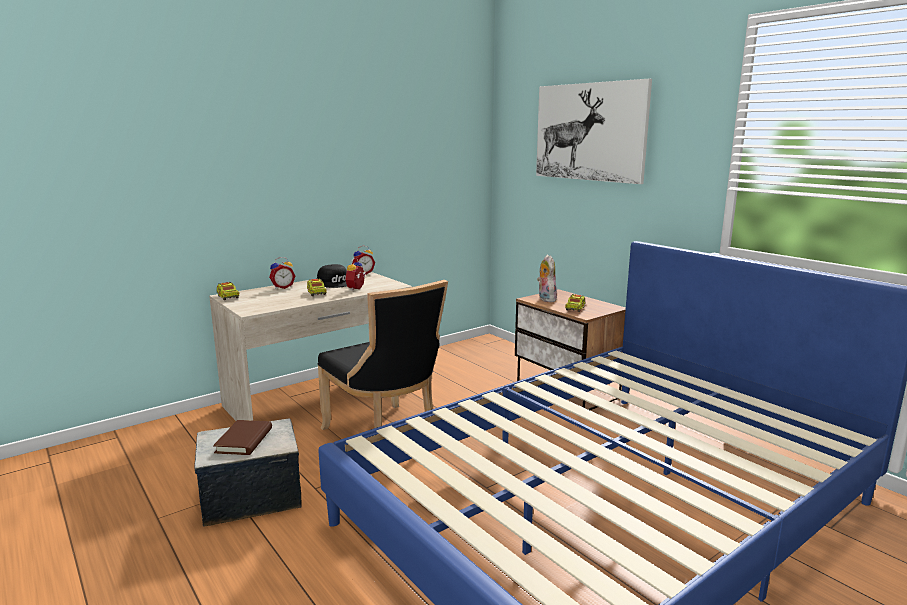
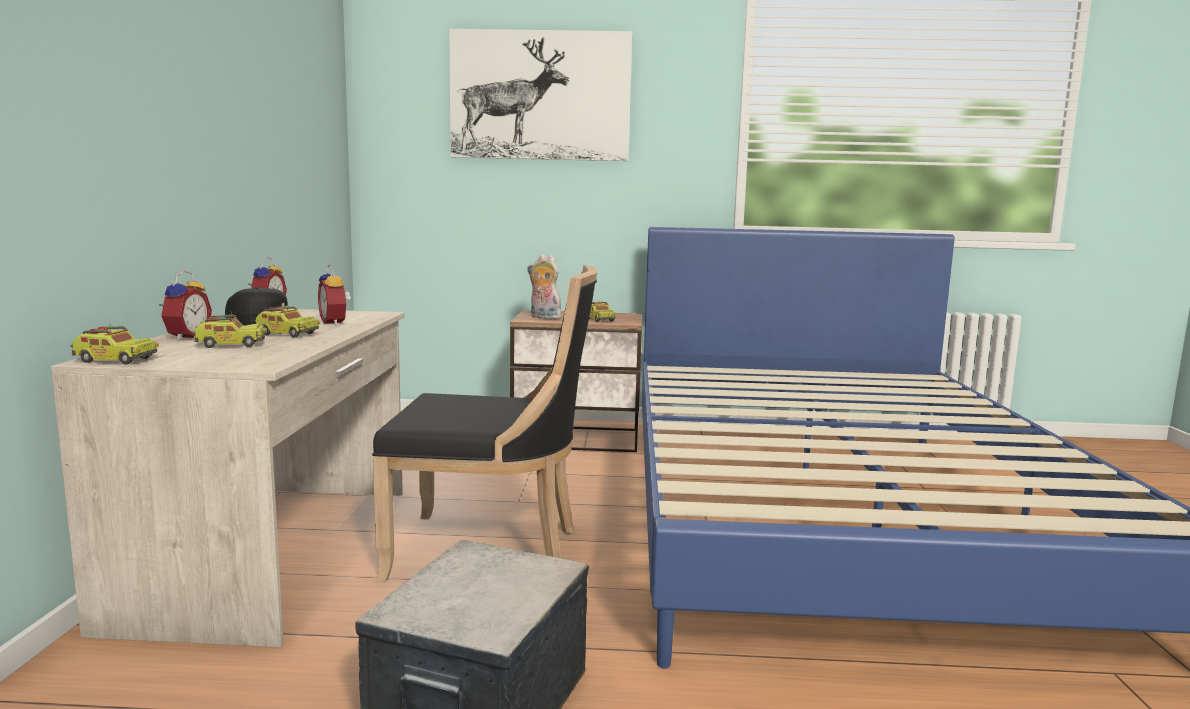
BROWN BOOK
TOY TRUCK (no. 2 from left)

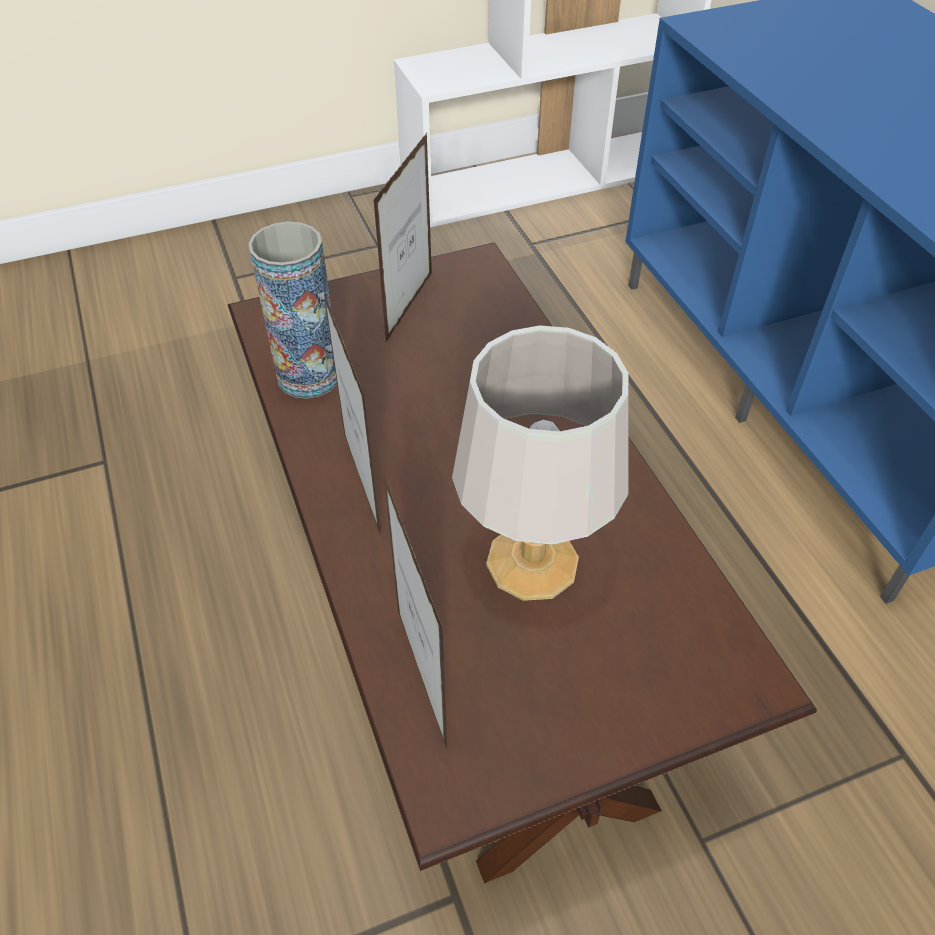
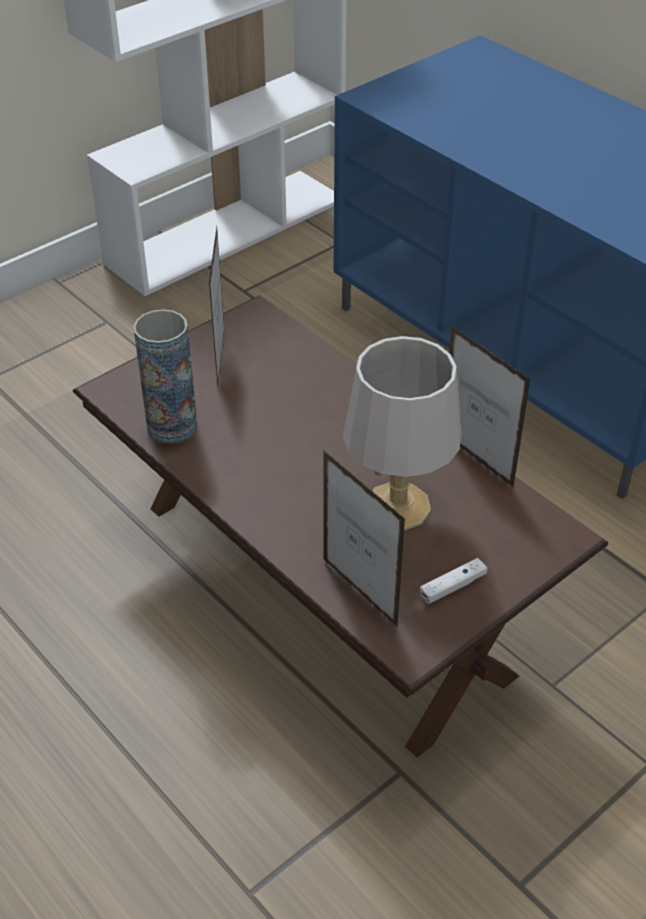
PICTURE FRAME (no. 3 from left)
WHITE GAME CONTROLLER

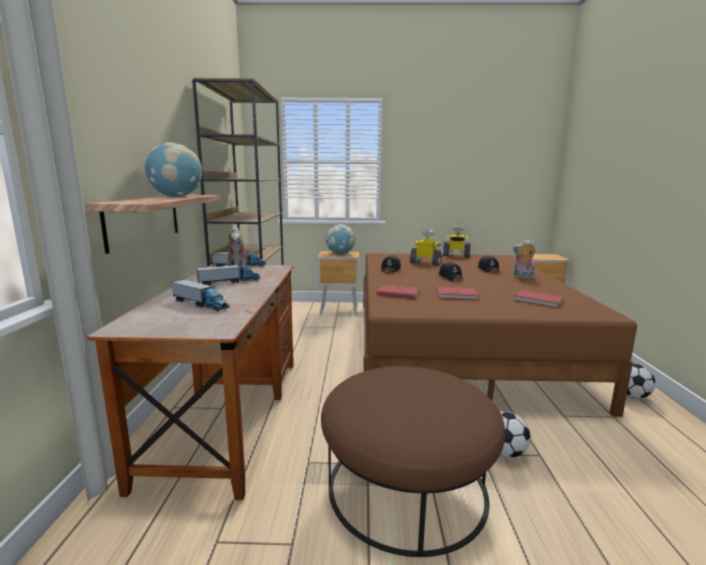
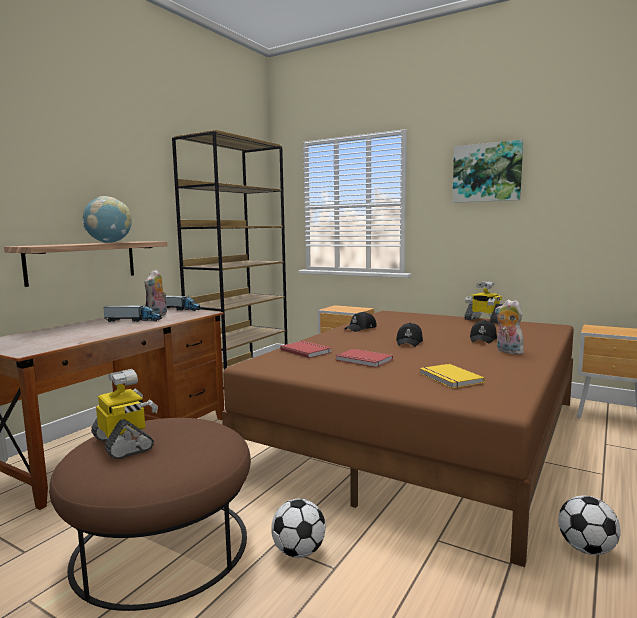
GLOBE (no. 2 from left in the first image)
TOY ROBOT (no. 1 from left)
TOY TRUCK (no. 1 from left in the first image)
YELLOW BOOK
PICTURE

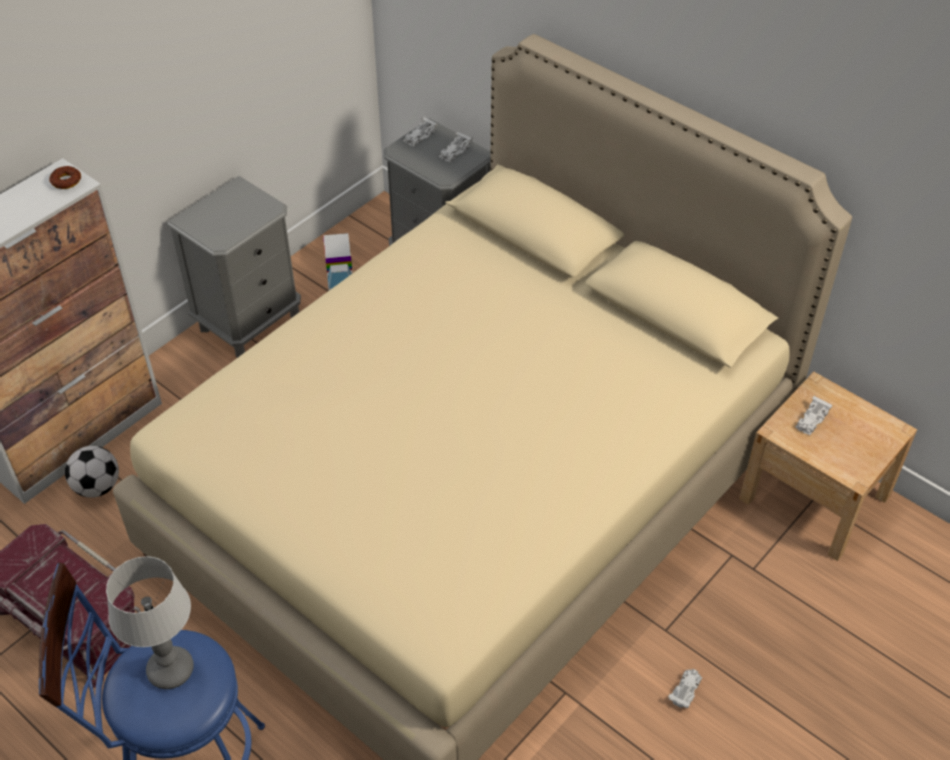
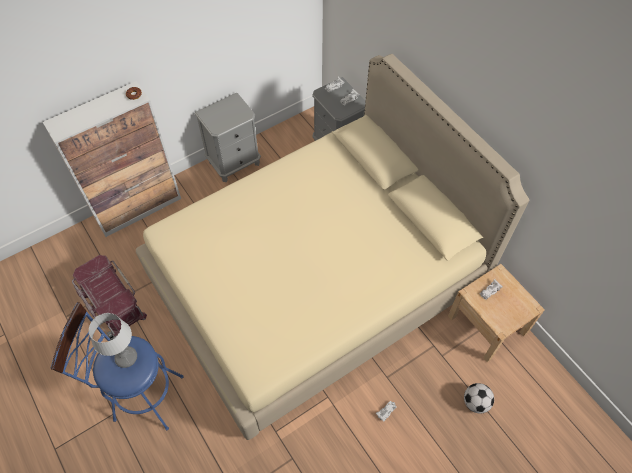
TOY TRUCK
FOOTBALL

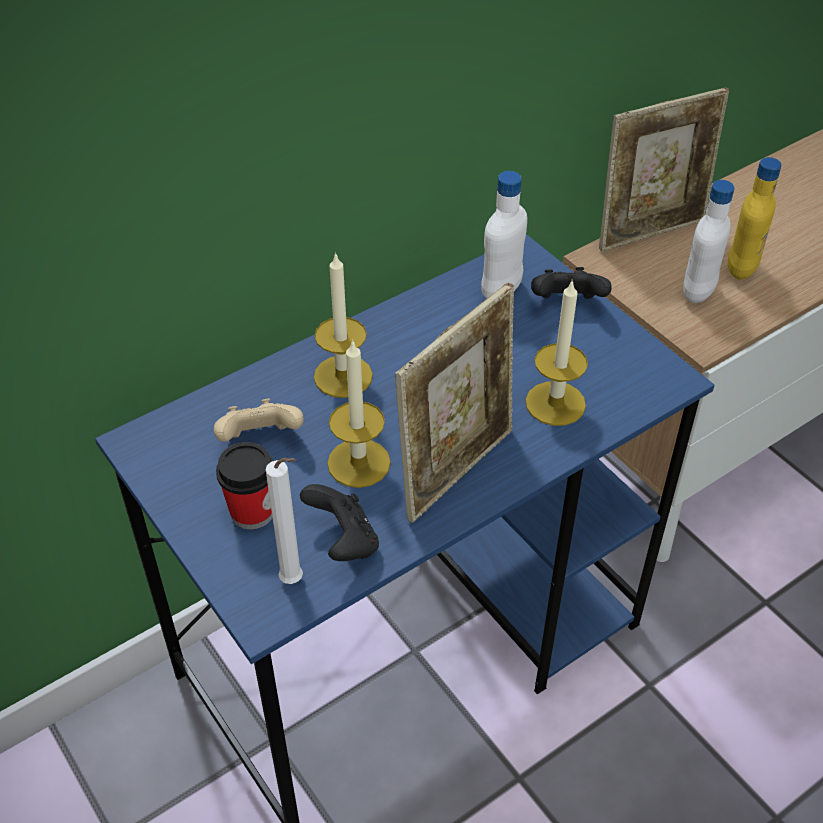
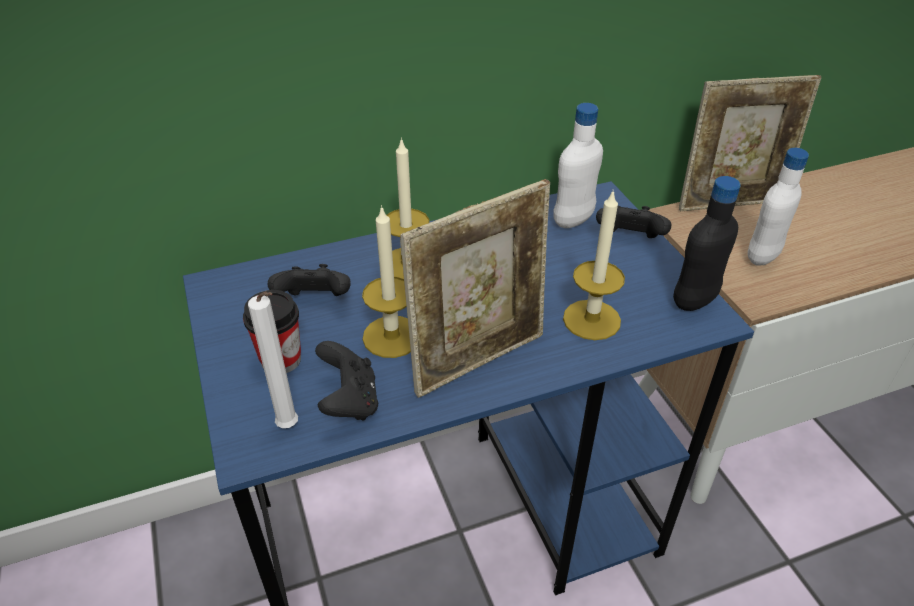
YELLOW BOTTLE
BLACK GAME CONTROLLER (no. 1 from left)
BLACK BOTTLE

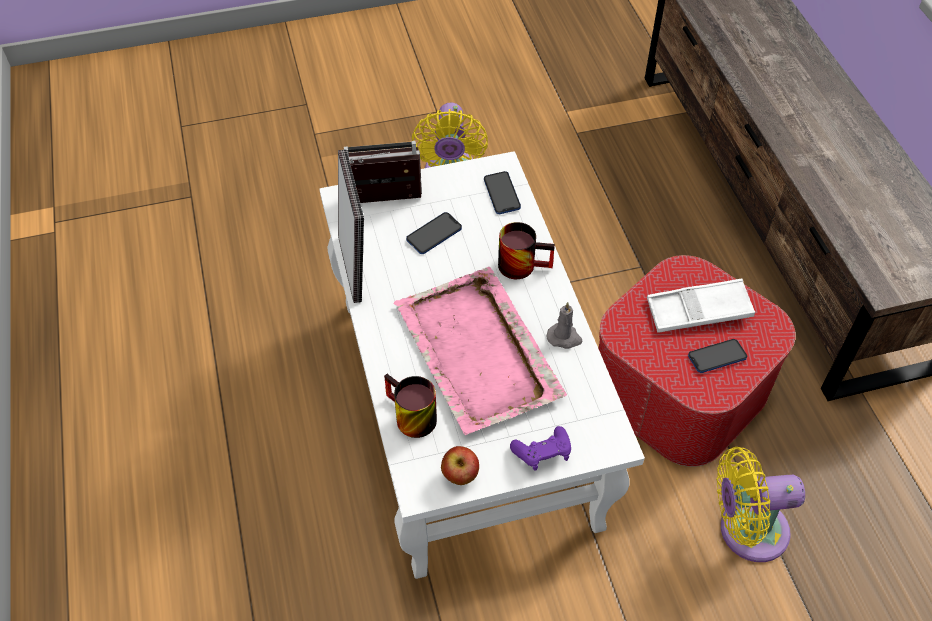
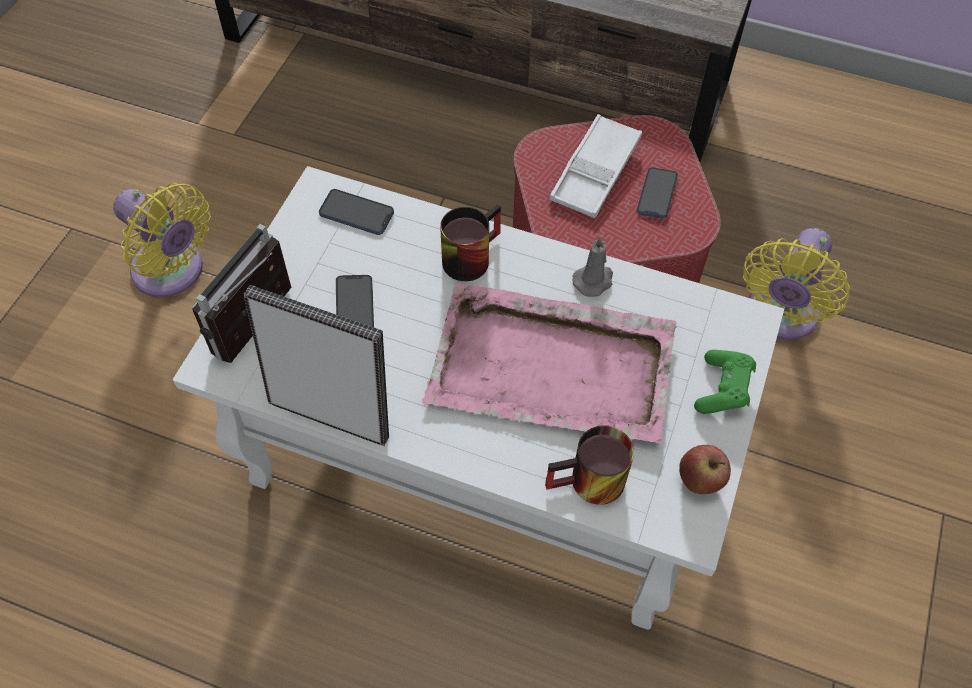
GREEN GAME CONTROLLER

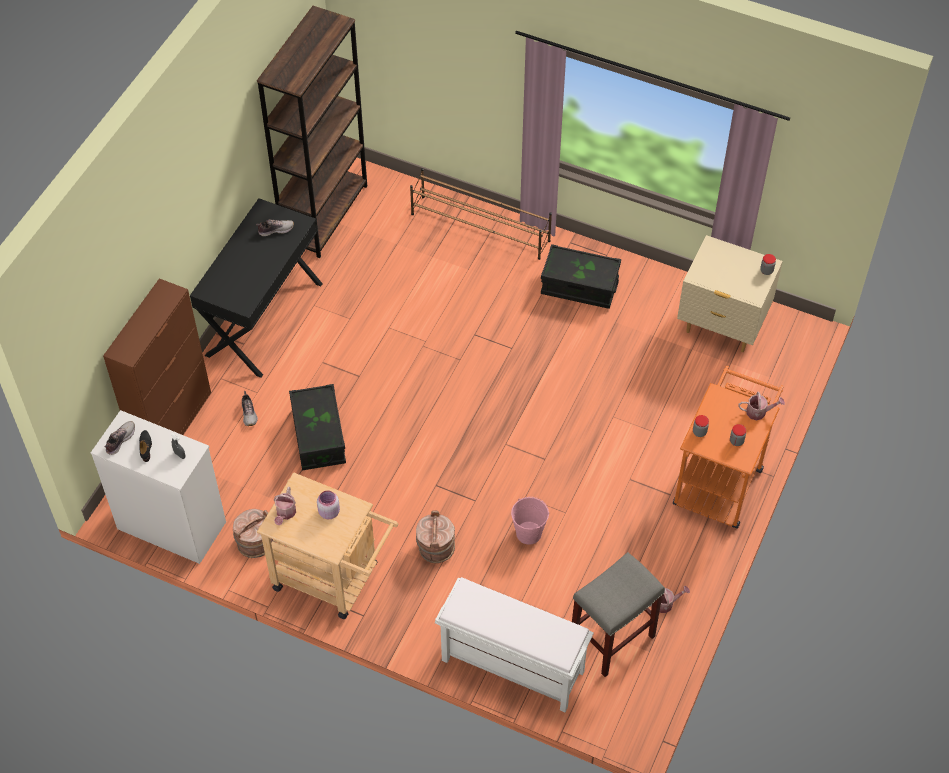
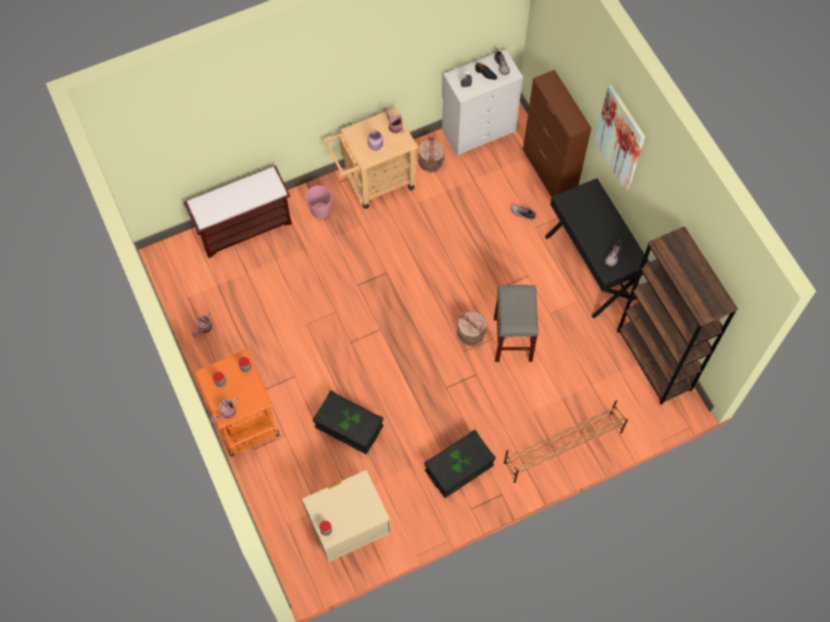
BLACK STORAGE BOX (no. 1 from left)
PINK BUCKET
BROWN BUCKET (no. 2 from left)
GREY STOOL
BROWN BENCH
PICTURE

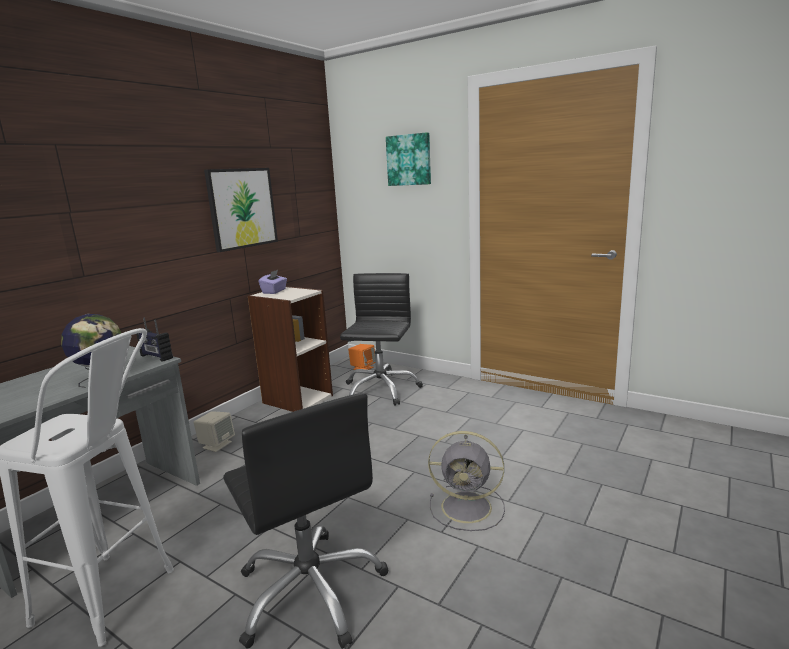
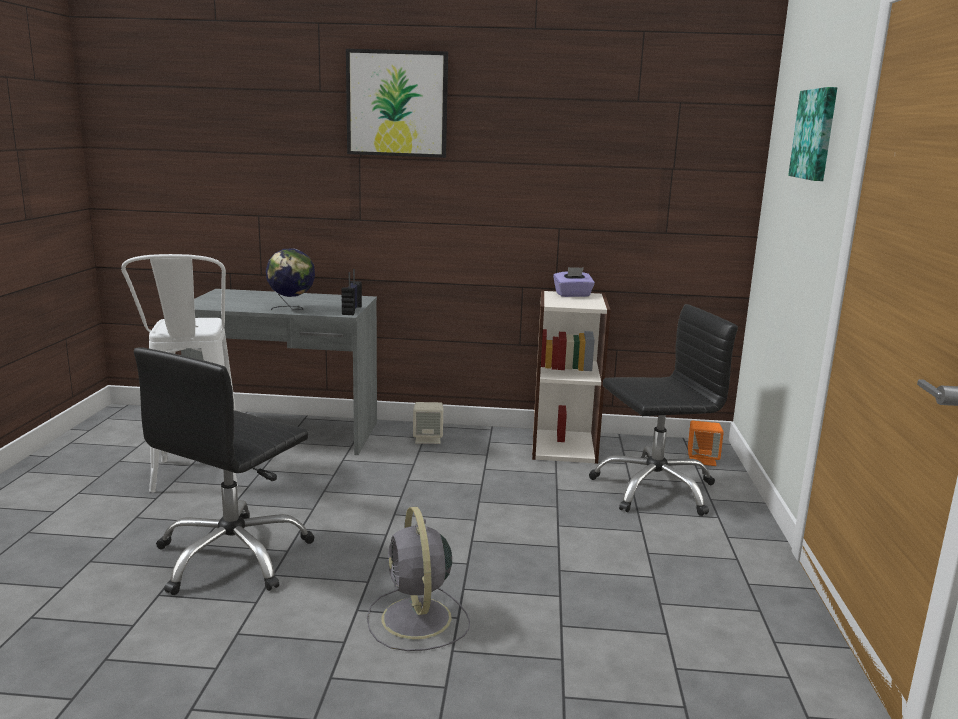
PICTURE (no. 1 from left)

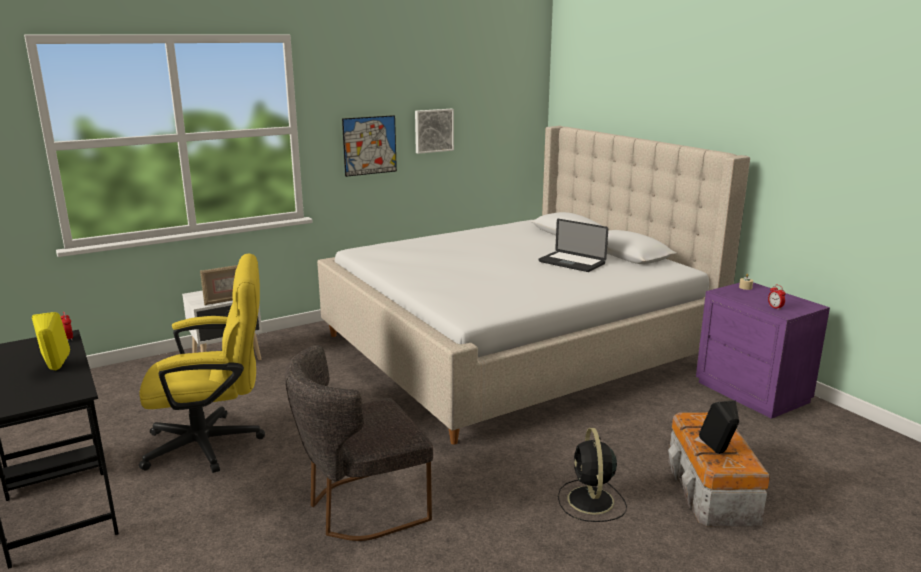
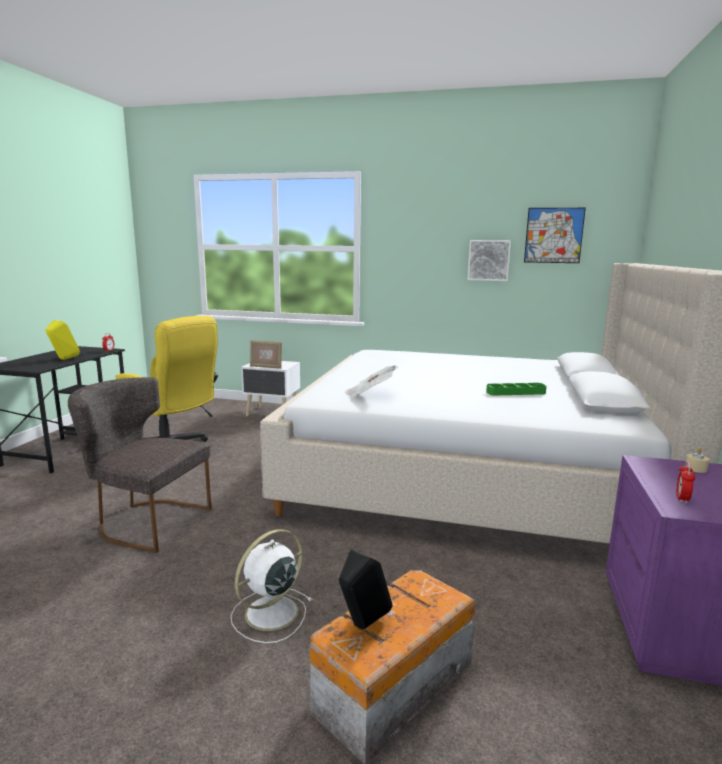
PICTURE (no. 2 from left)
GREEN TRAY
WHITE FAN
NEWSPAPER

